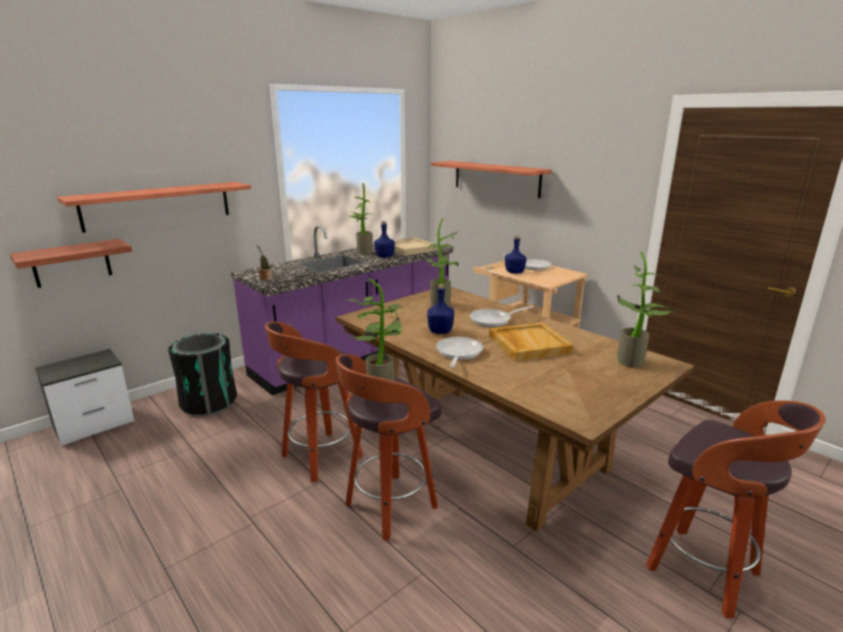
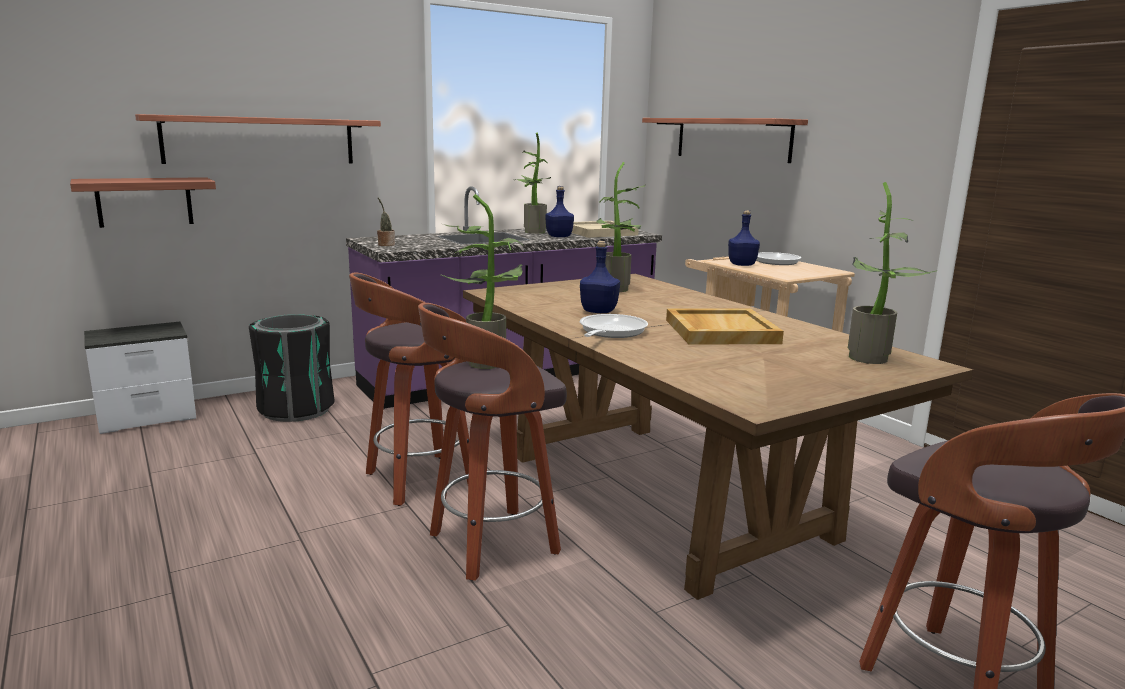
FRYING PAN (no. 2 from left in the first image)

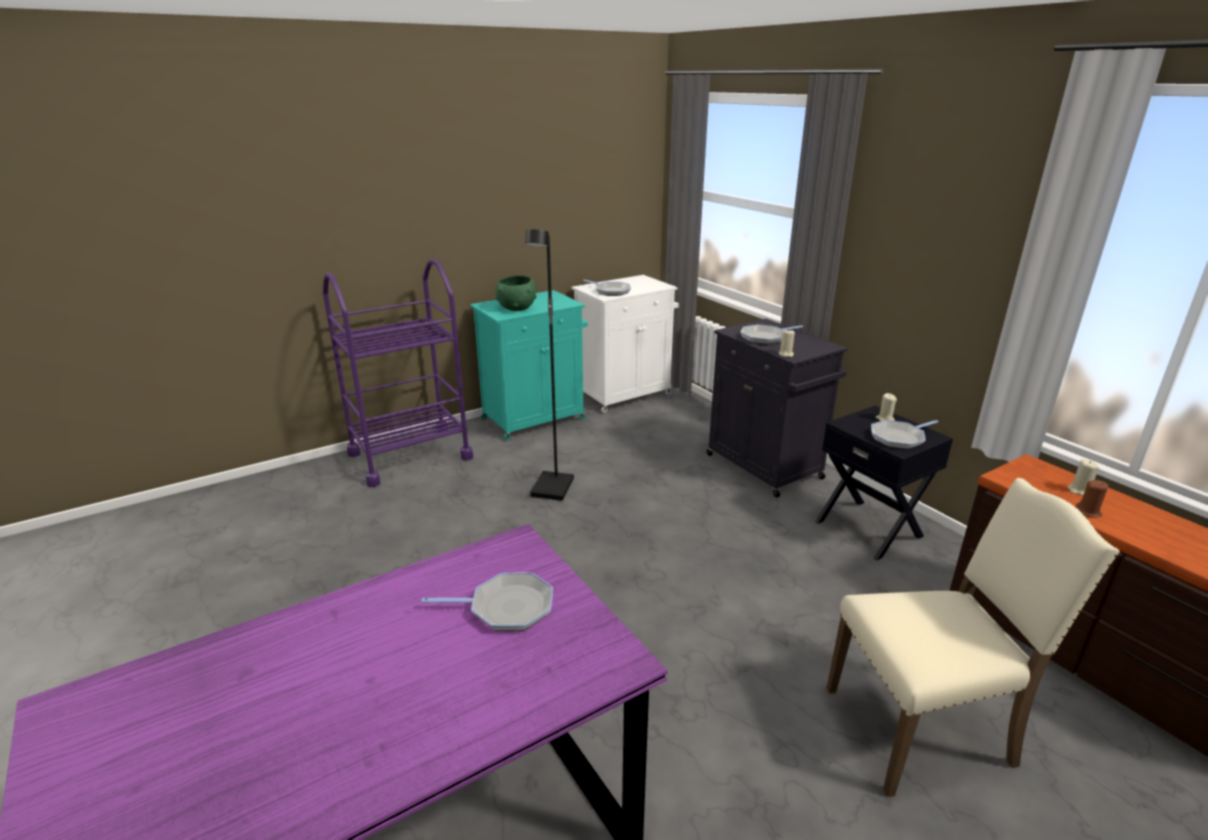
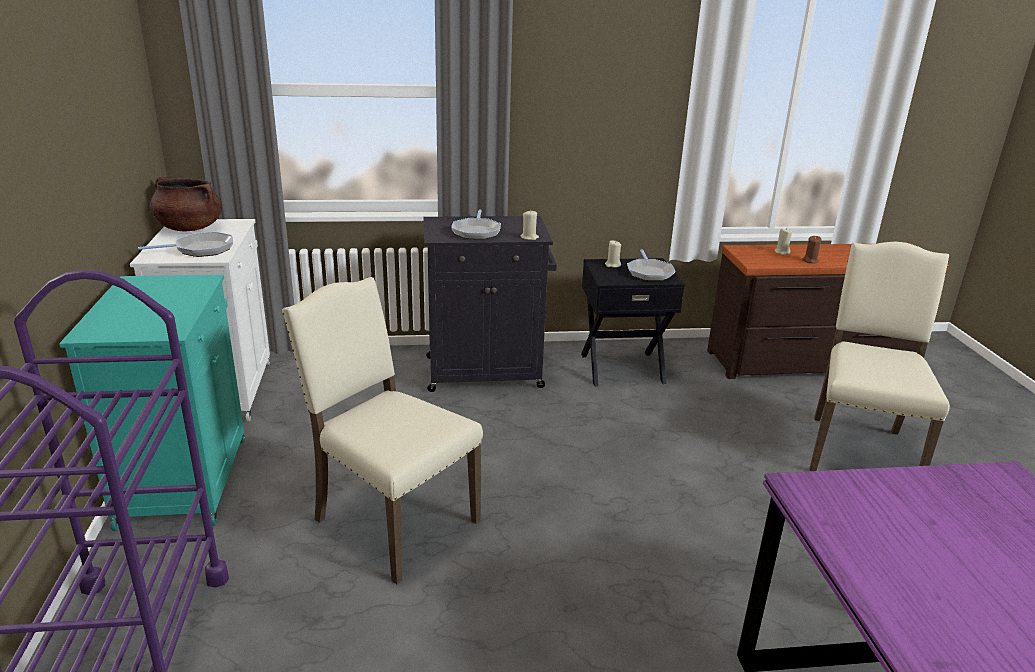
BEIGE CHAIR (no. 1 from left)
GREEN BOWL
FRYING PAN (no. 1 from left in the first image)
BROWN COOKING POT

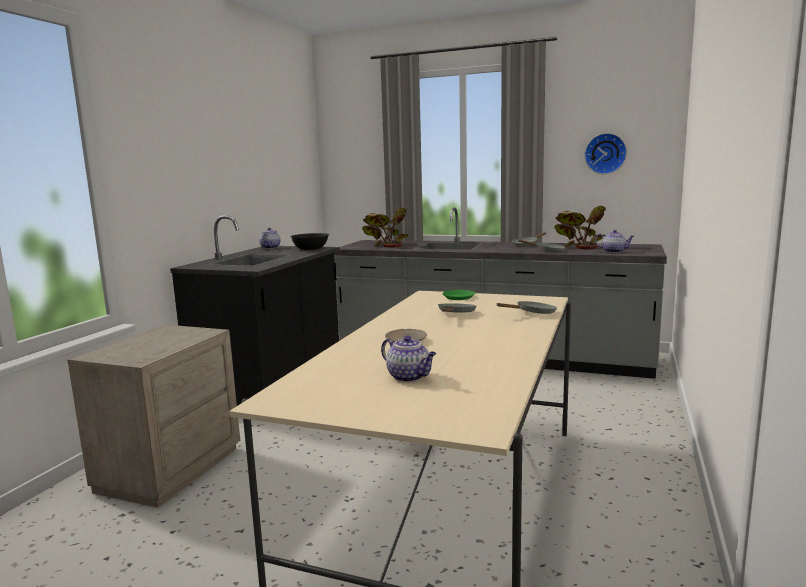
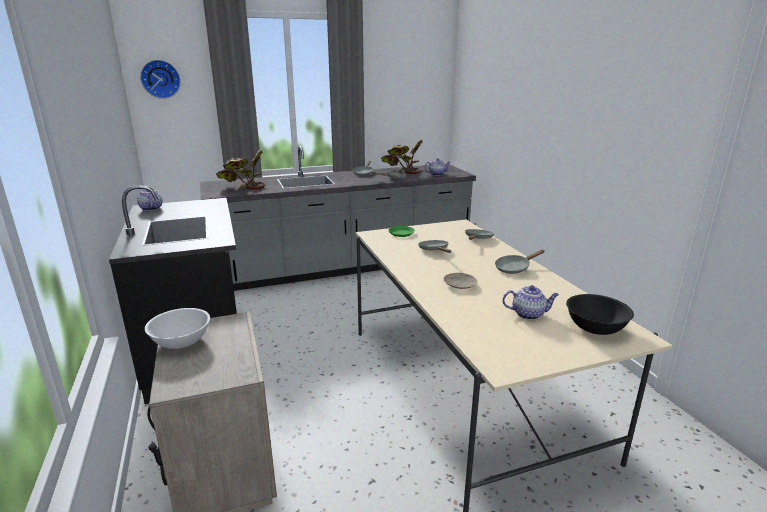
WALL CLOCK
BLACK BOWL
GREY FRYING PAN (no. 5 from left)
WHITE BOWL

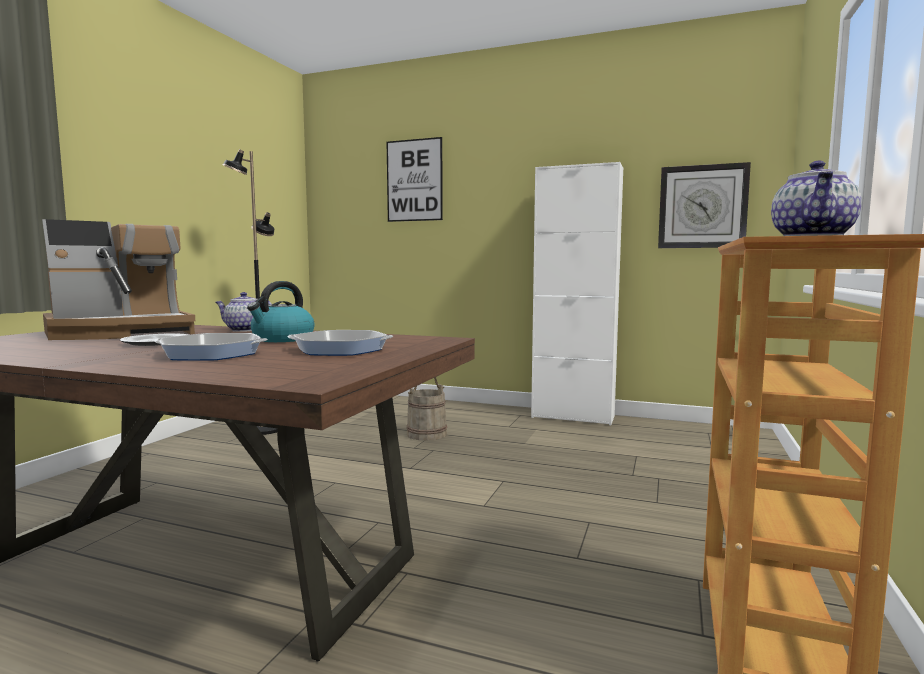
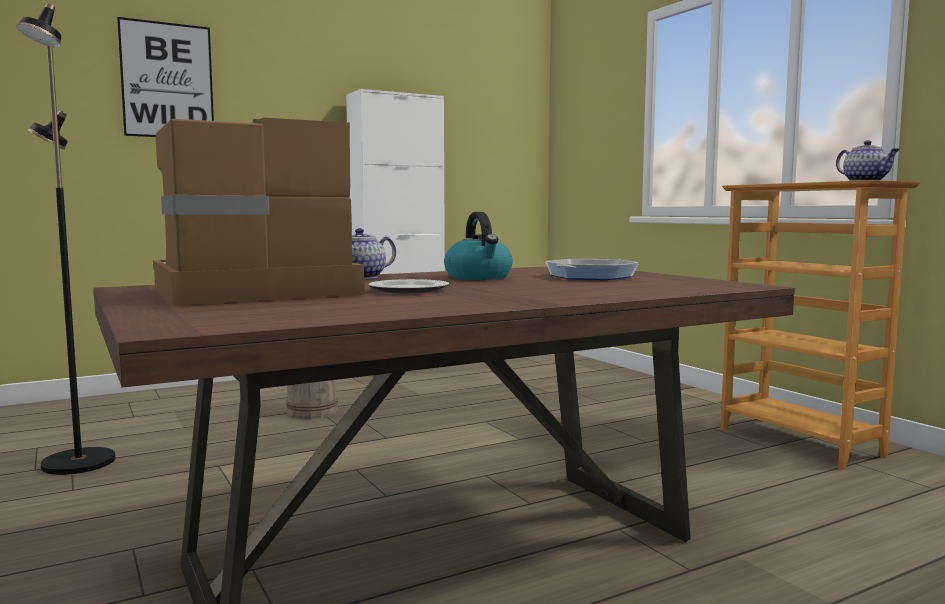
WALL CLOCK
COFFEE MACHINE
FRYING PAN (no. 1 from left in the first image)

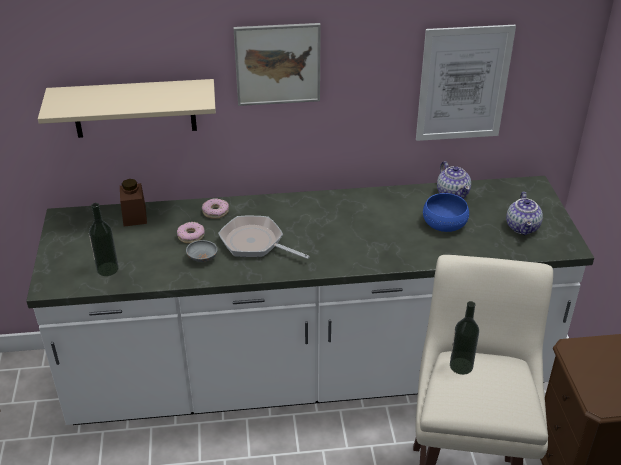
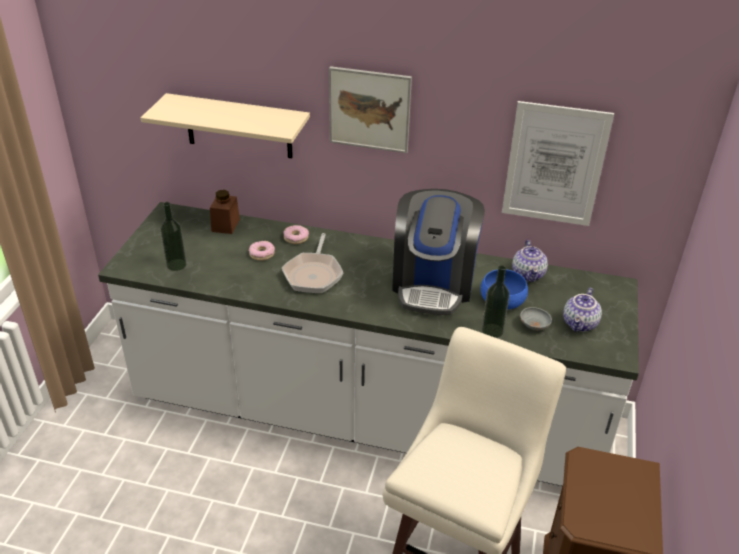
FRYING PAN
GREY BOWL
BOTTLE (no. 2 from left)
COFFEE MACHINE

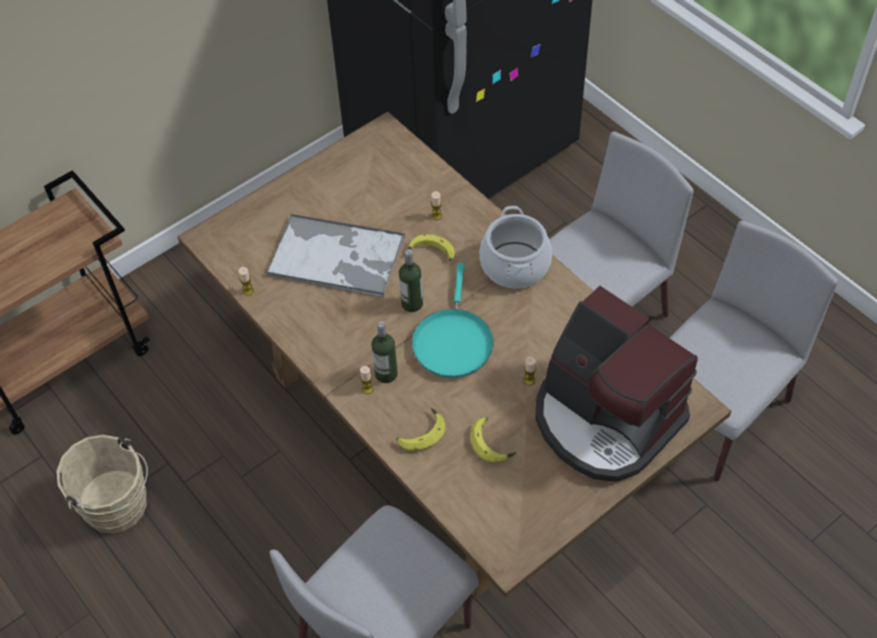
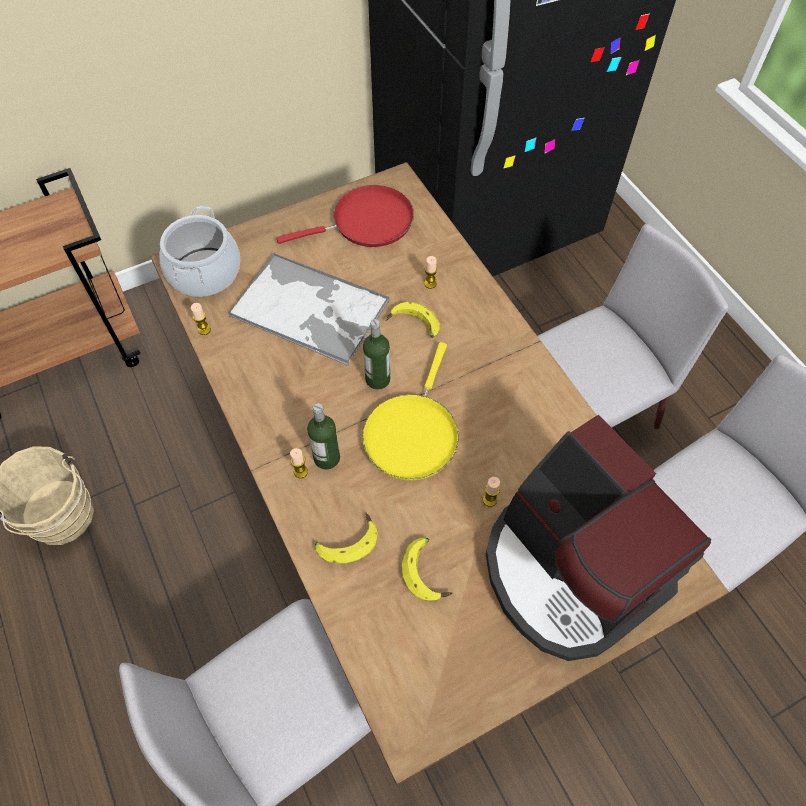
COOKING POT
YELLOW FRYING PAN
RED FRYING PAN

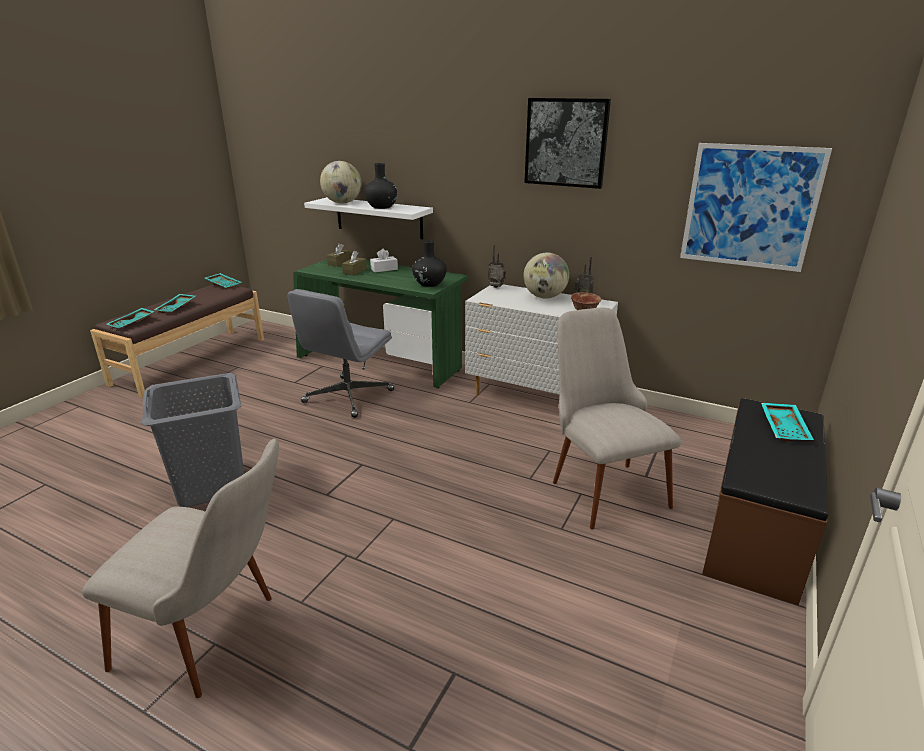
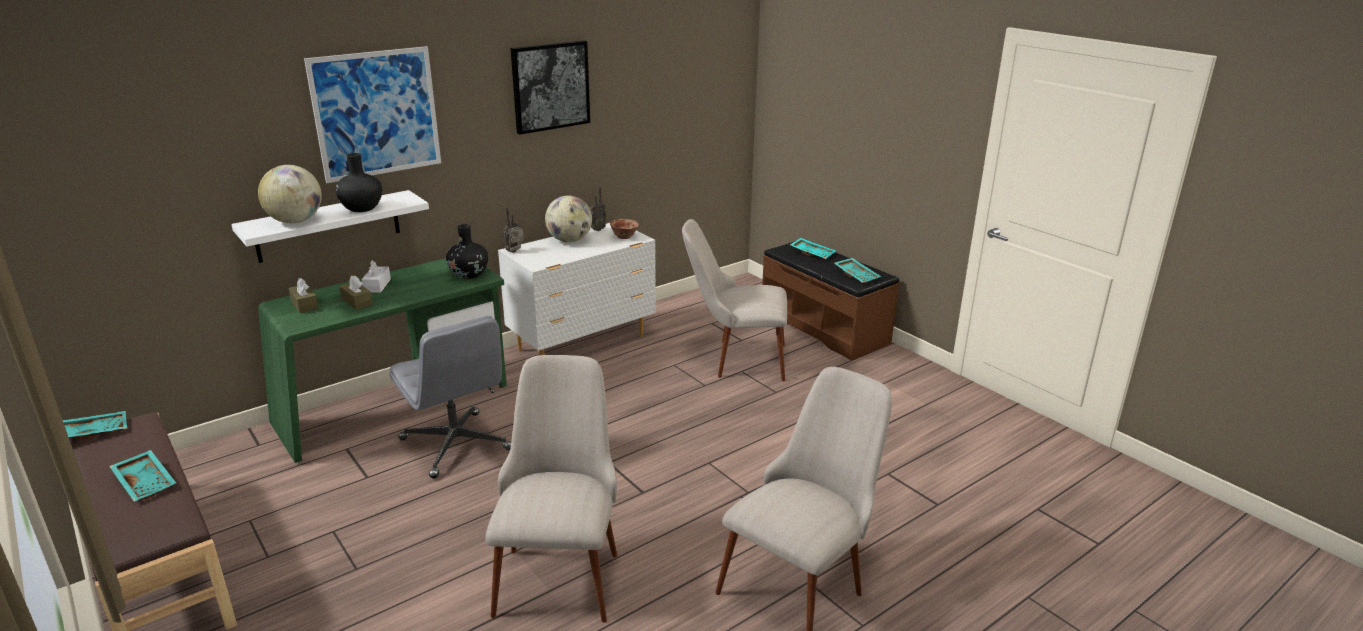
PICTURE (no. 1 from left)
TURQUOISE TRAY (no. 4 from left)
BEIGE CHAIR (no. 1 from left)

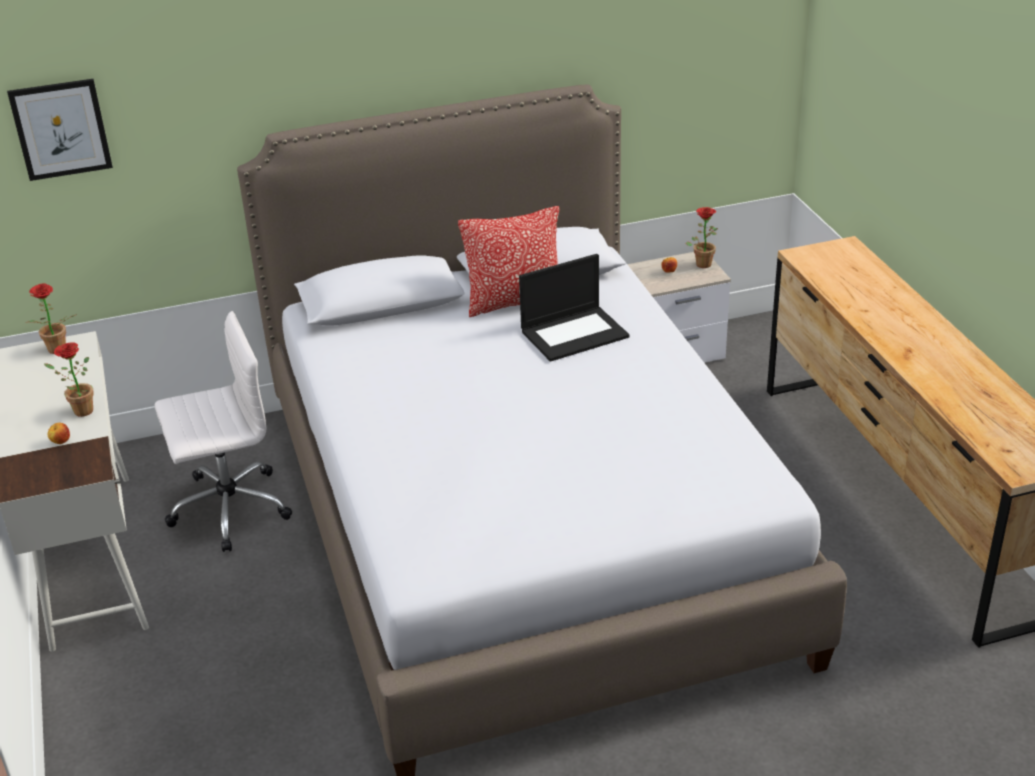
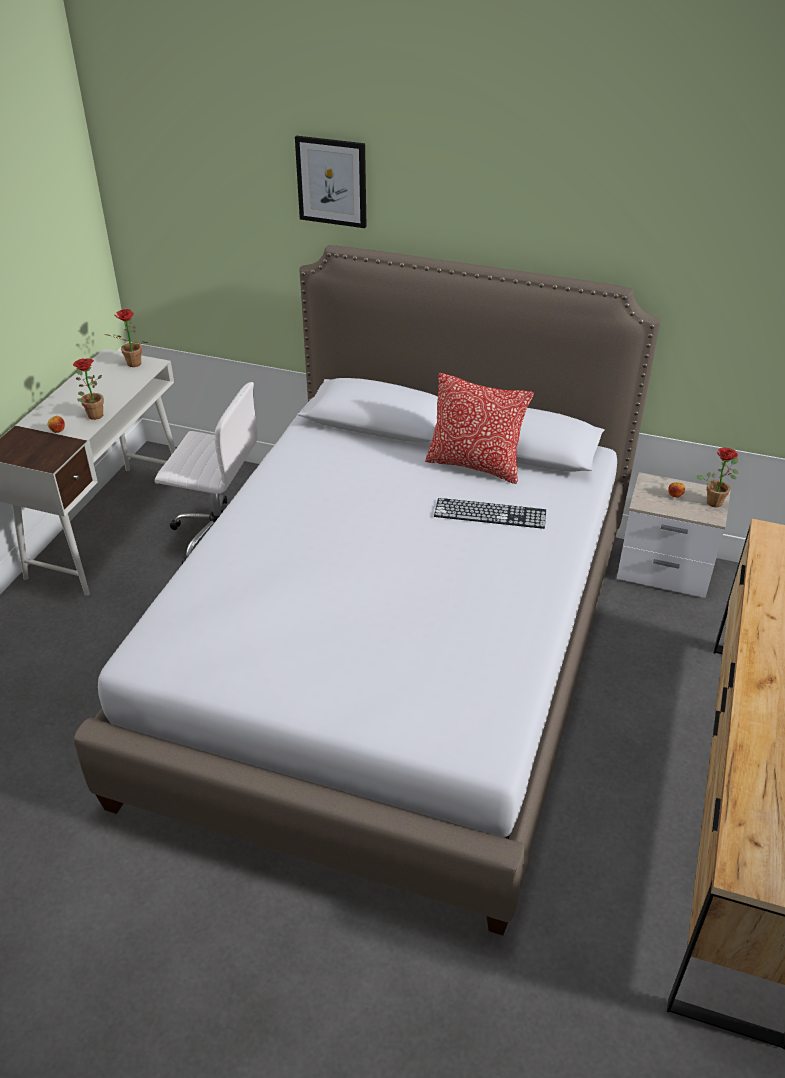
PICTURE
KEYBOARD

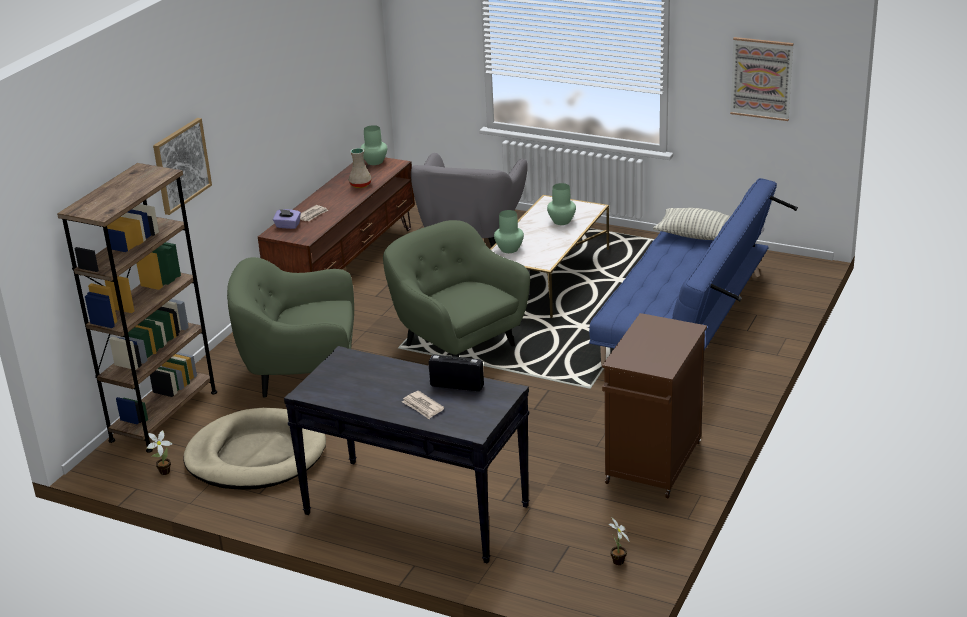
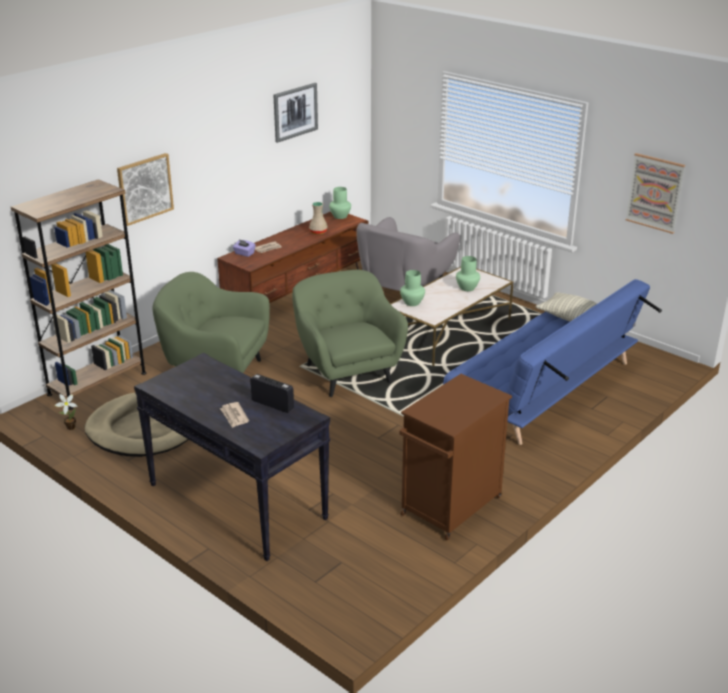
POTTED PLANT (no. 2 from left in the first image)
PICTURE (no. 2 from left)

